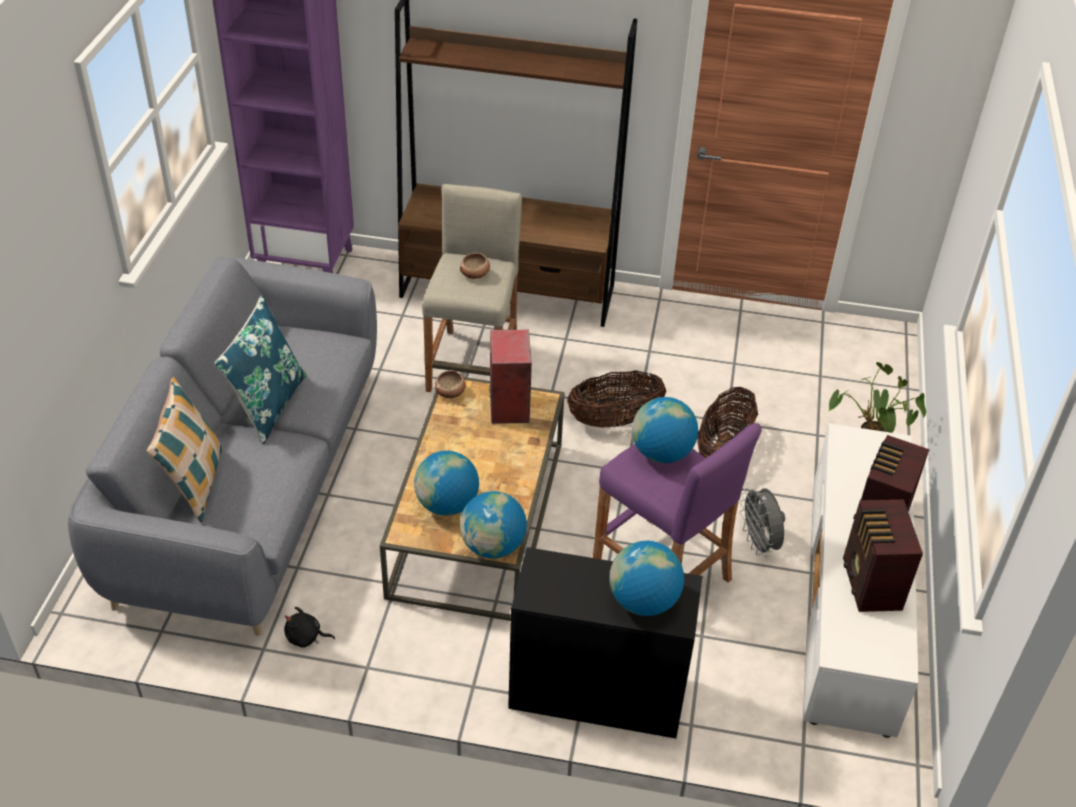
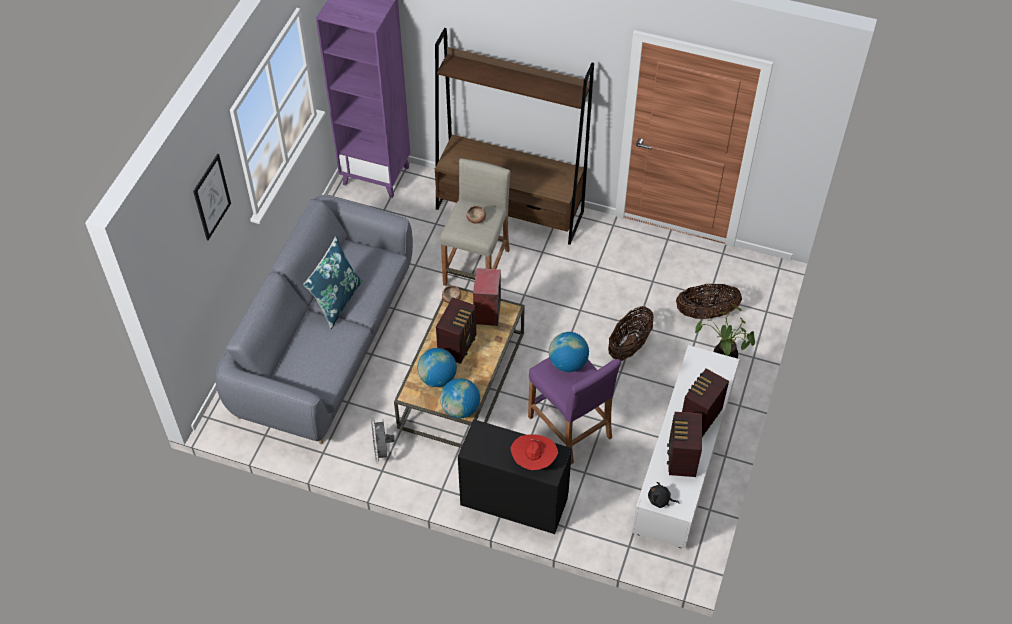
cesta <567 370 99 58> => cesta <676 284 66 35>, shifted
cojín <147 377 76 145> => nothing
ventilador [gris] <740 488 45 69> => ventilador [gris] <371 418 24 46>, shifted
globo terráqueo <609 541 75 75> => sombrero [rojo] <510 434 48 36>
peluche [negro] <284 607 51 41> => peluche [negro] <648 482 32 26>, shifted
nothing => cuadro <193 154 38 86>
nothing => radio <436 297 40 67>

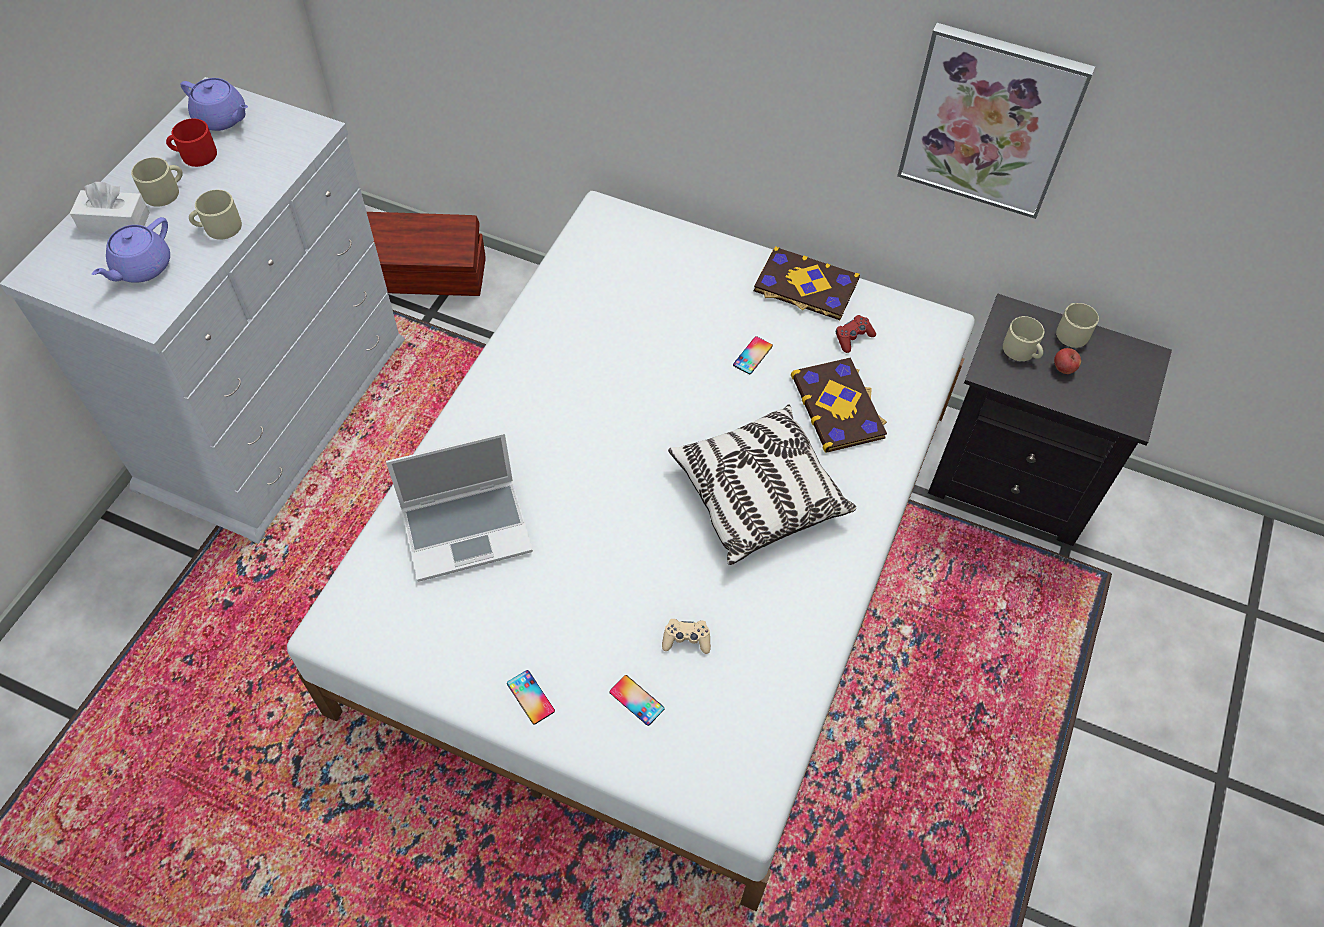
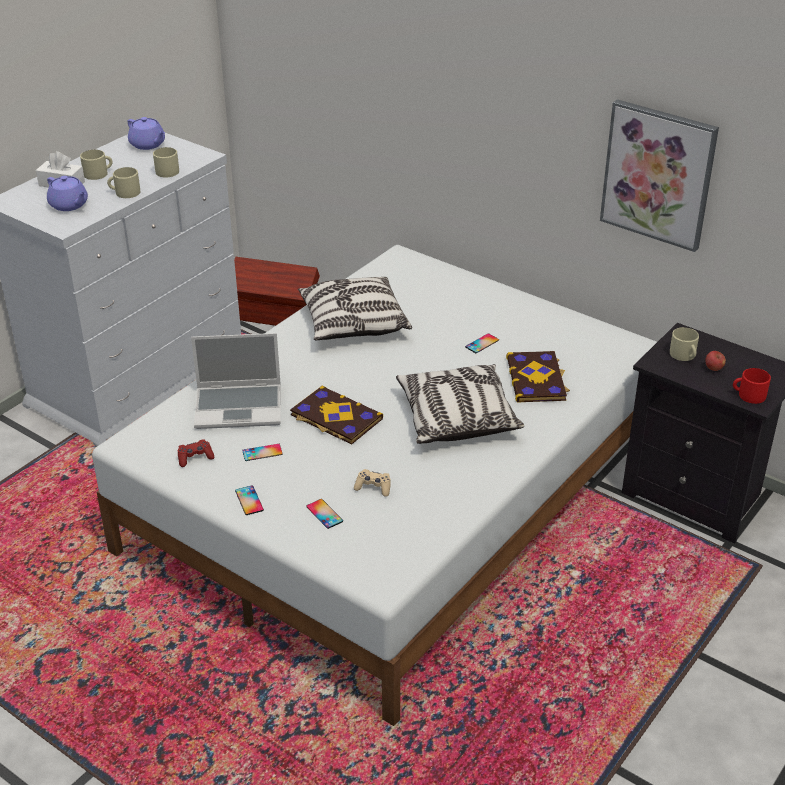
taza grande [rojo] <166 118 51 49> => taza grande [rojo] <733 368 38 36>, shifted
tetera [morado] <92 217 78 66> => tetera [morado] <47 176 41 35>, 90 degrees counterclockwise
libro <754 246 106 74> => libro <290 386 93 59>, shifted
taza grande [beis] <1056 303 43 45> => taza grande [beis] <153 147 26 30>, shifted
mando de consola [rojo] <836 315 40 38> => mando de consola [rojo] <178 439 36 28>, shifted
nothing => cojín <298 277 114 64>
nothing => móvil <242 444 41 17>

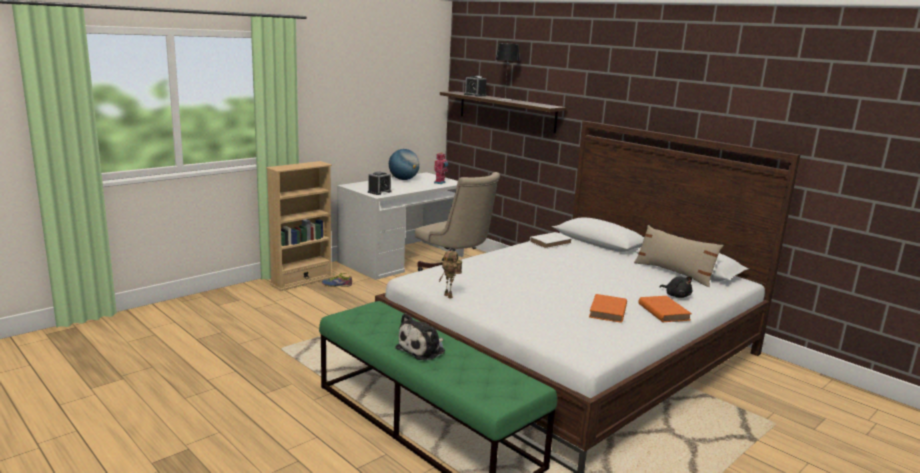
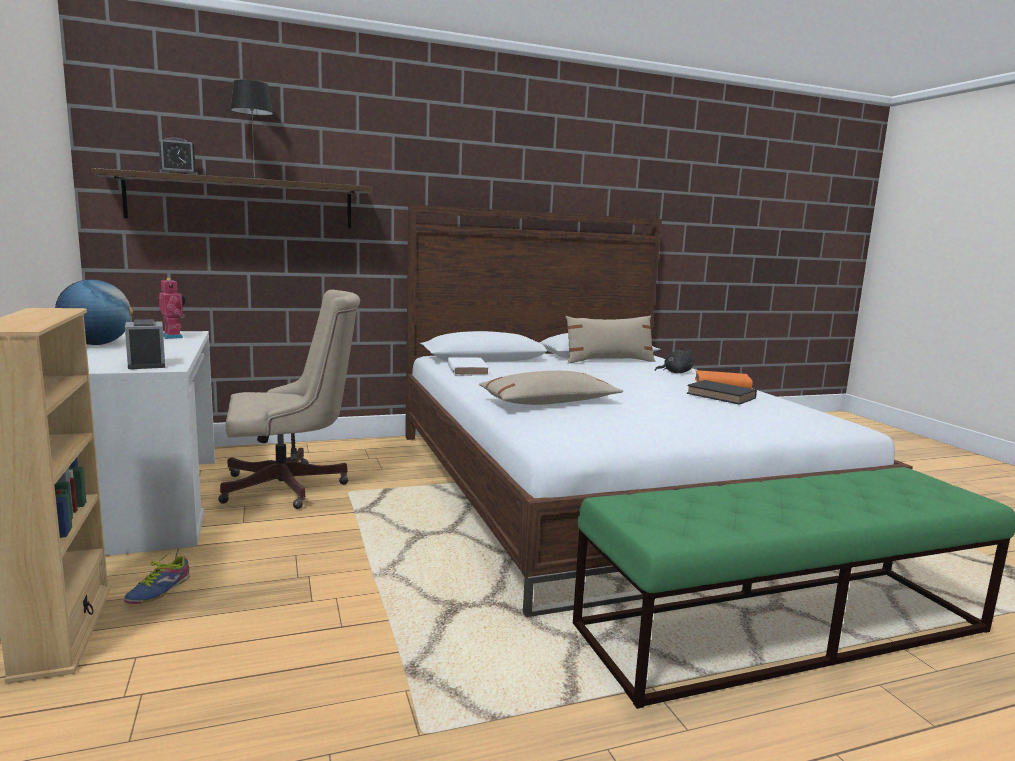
robot de juguete <439 251 23 47> => nothing
libro [naranja] <589 294 38 29> => libro [negro] <687 380 70 25>
peluche <395 313 50 47> => nothing
nothing => cojín [beis] <479 371 144 34>

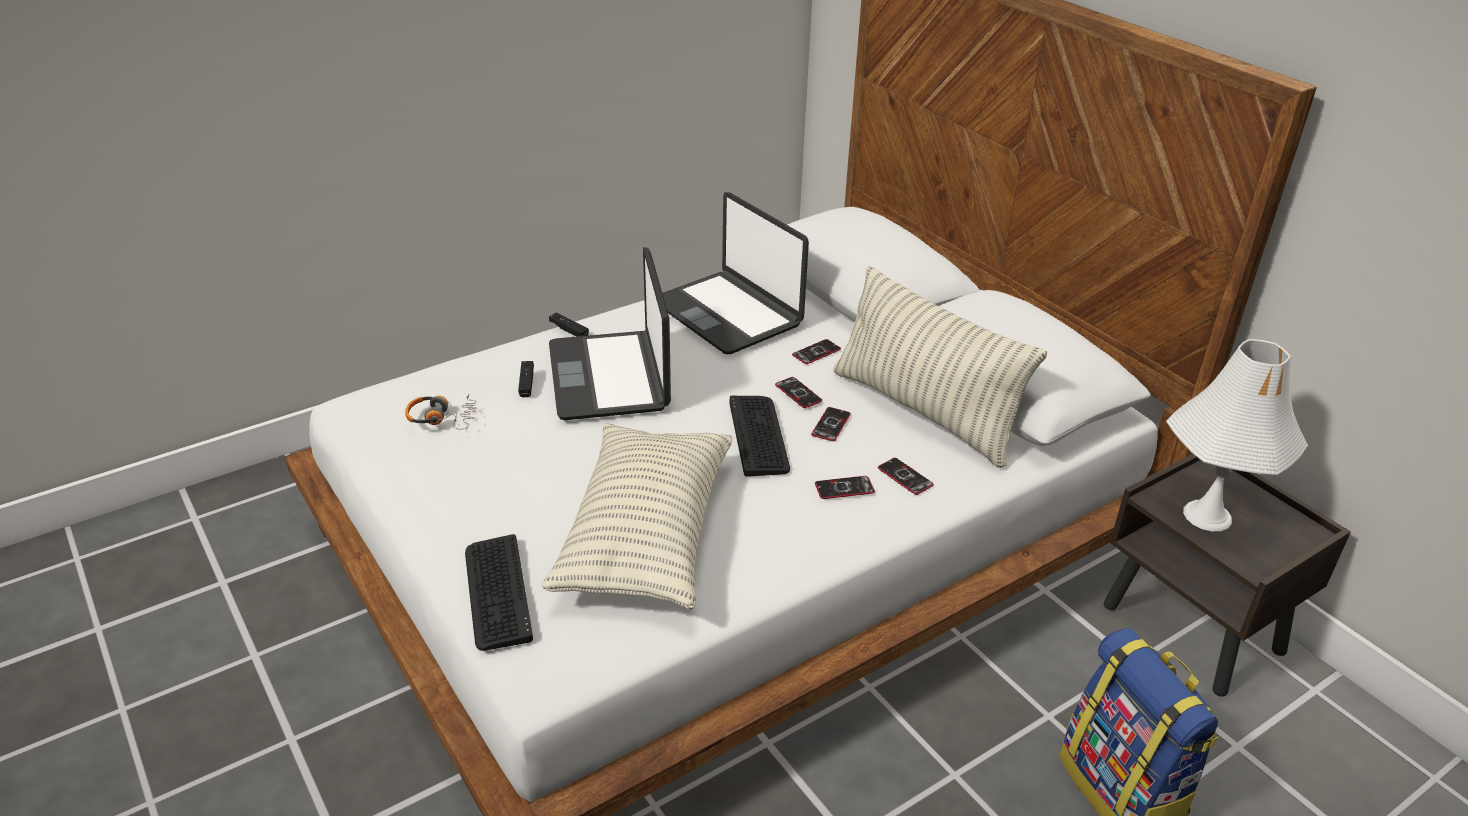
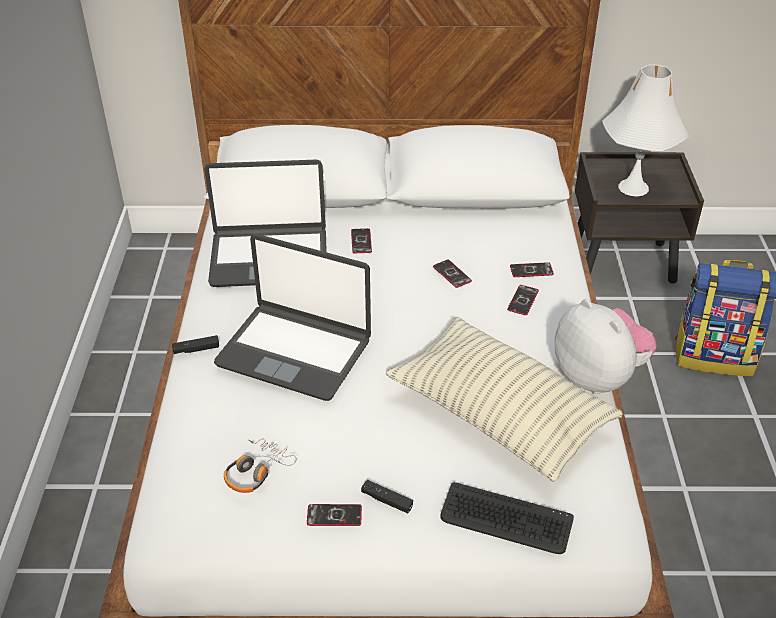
cojín <833 265 214 203> => nothing
mando de consola [negro] <518 361 16 36> => mando de consola [negro] <361 480 52 33>, shifted
móvil <775 377 47 31> => móvil <307 504 55 22>, shifted
teclado <729 396 61 81> => nothing
nothing => peluche <555 299 101 95>

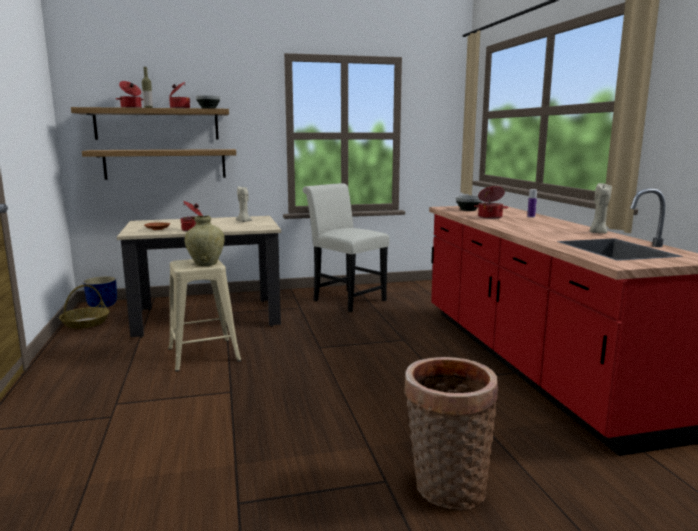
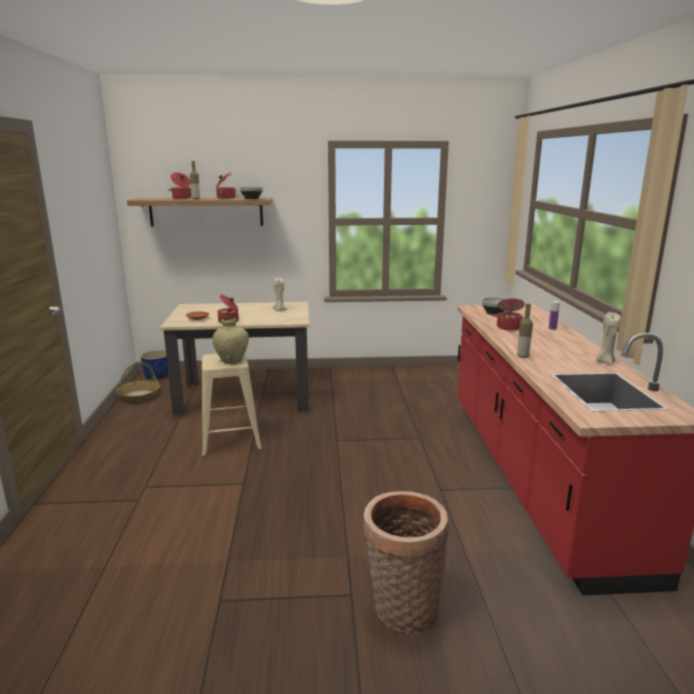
estante <82 149 154 31> => nothing
silla [blanco] <303 183 86 129> => nothing
nothing => botella <517 304 16 54>

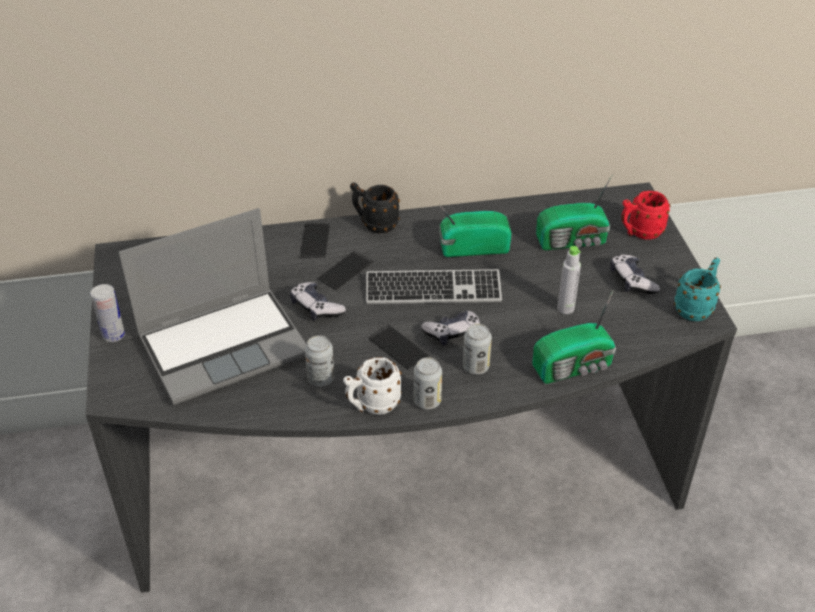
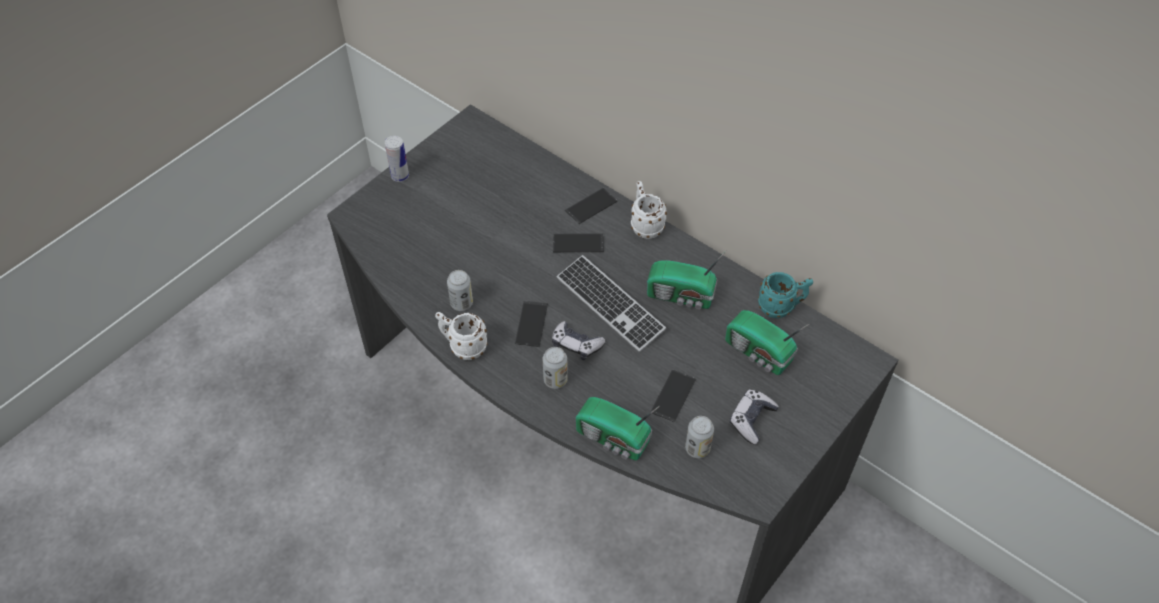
taza grande [negro] <350 183 50 51> => taza grande [blanco] <631 181 36 58>
taza grande [rojo] <621 191 50 49> => nothing
radio <439 204 73 53> => radio <647 251 79 58>, 150 degrees clockwise
portátil <119 208 187 197> => nothing
botella [gris] <557 246 24 68> => móvil <650 369 46 54>
taza grande [turquesa] <674 257 47 64> => taza grande [turquesa] <758 272 55 46>, shifted
mando de consola <290 282 56 39> => nothing
lata <414 357 28 52> => lata <685 416 29 42>, shifted

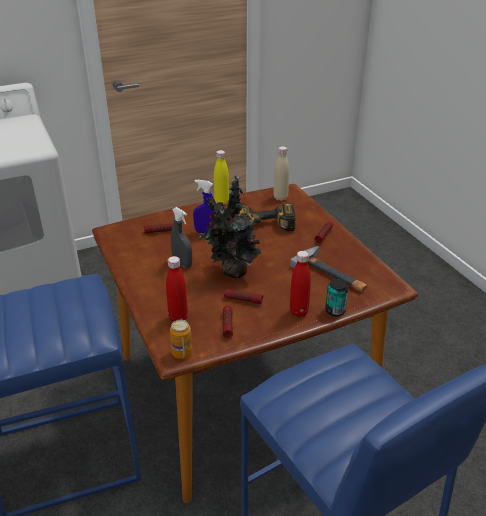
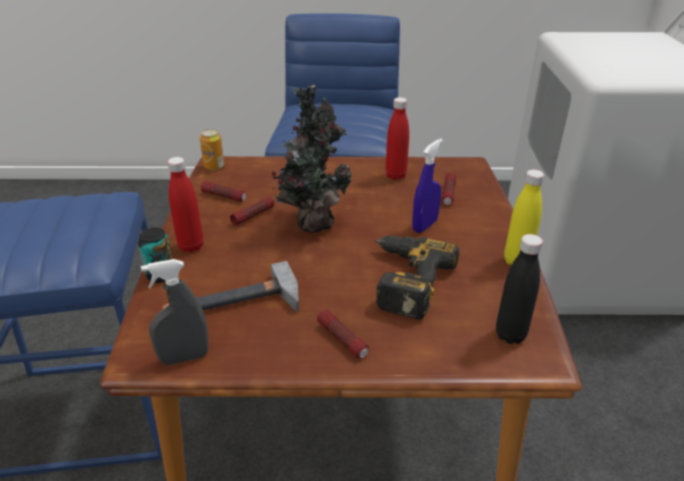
botella [beis] <274 146 15 55> => botella [negro] <496 234 47 110>
pulverizador [gris] <171 207 21 61> => pulverizador [gris] <141 259 67 106>, shifted
botella [rojo] <166 256 22 66> => botella [rojo] <385 97 24 83>, shifted

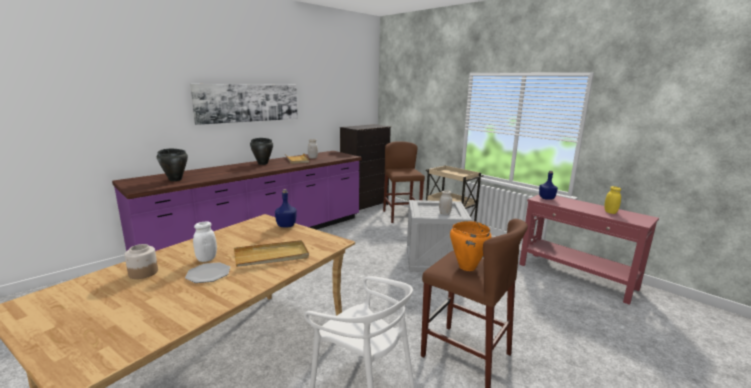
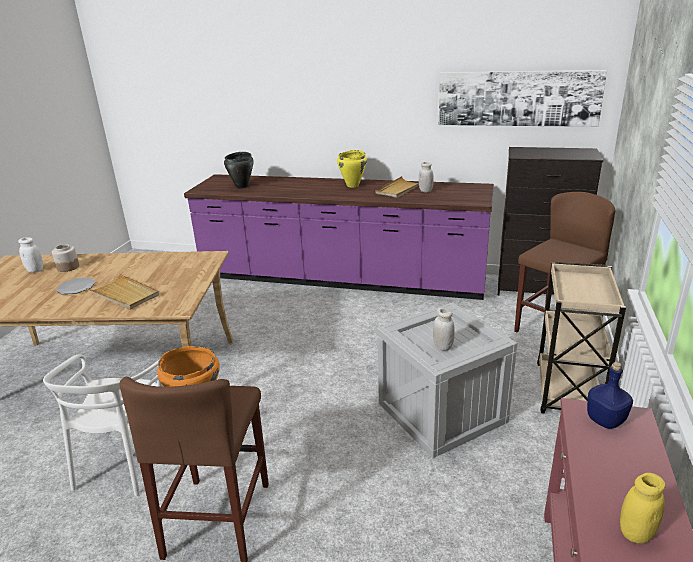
cuadro <190 84 108 41> => cuadro <439 70 168 57>, shifted
olla [negro] <250 138 23 27> => olla [amarillo] <337 150 30 37>
botella [azul] <275 189 22 38> => nothing
tarro [blanco] <193 222 24 40> => tarro [blanco] <18 237 25 36>, shifted

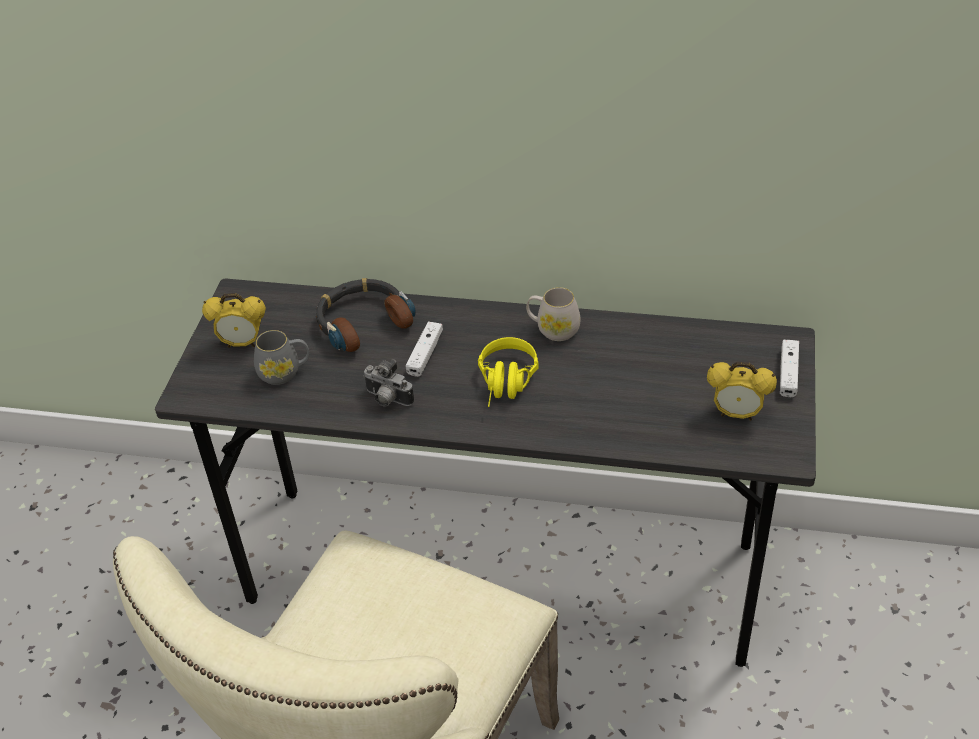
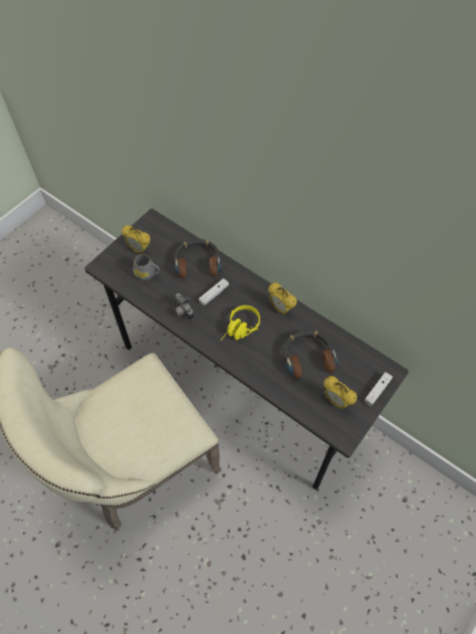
taza grande [blanco] <526 287 55 54> => despertador <268 283 29 32>
nothing => auriculares <283 330 55 49>

